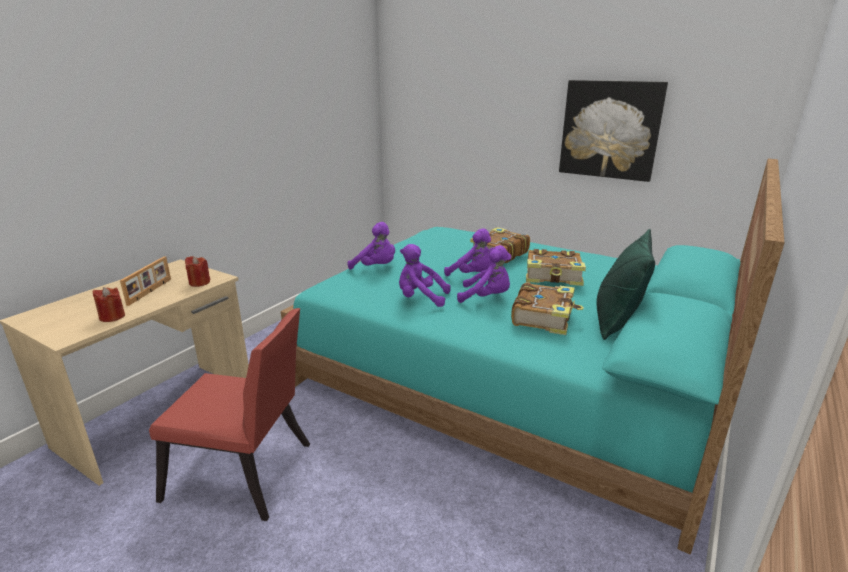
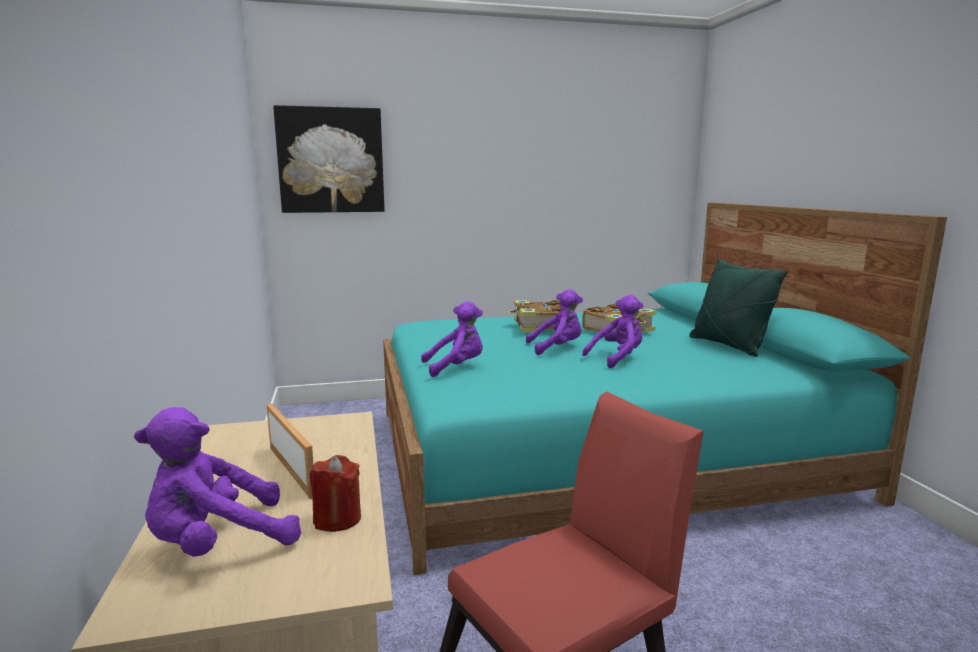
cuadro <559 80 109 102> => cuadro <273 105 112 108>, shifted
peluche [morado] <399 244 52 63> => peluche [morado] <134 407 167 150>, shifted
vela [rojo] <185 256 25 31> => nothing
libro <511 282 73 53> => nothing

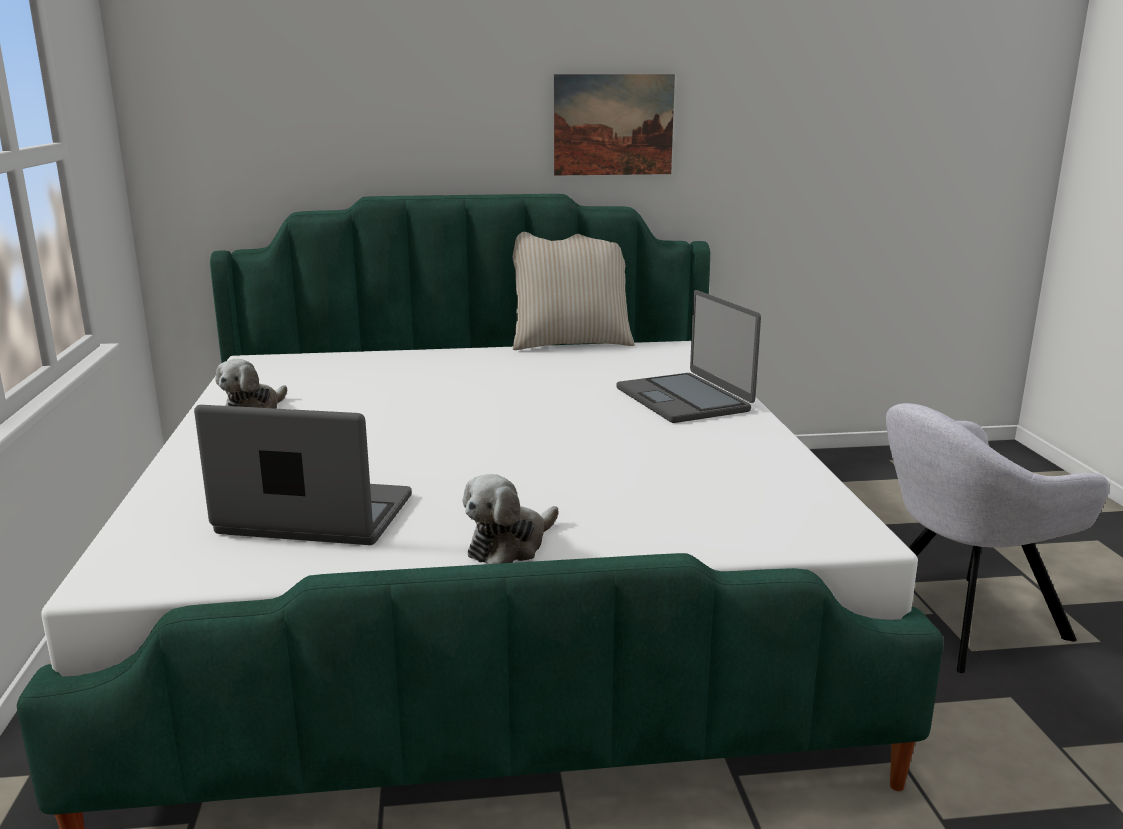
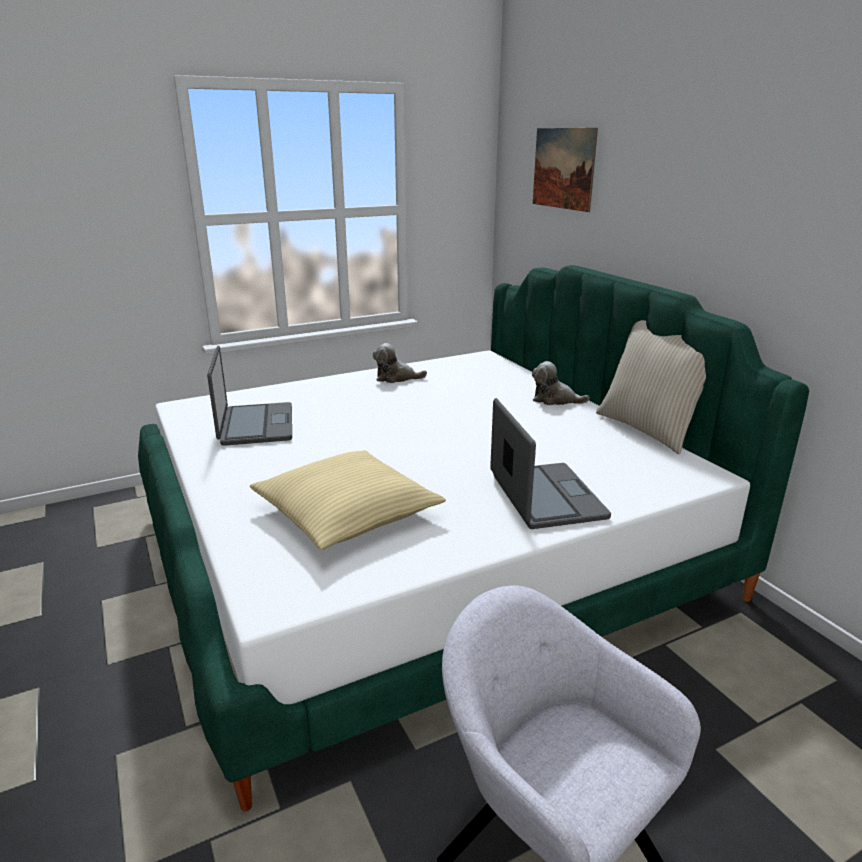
cuadro <554 74 121 102> => cuadro <533 128 65 84>, shifted
portátil <617 290 144 133> => portátil <490 398 121 131>, 120 degrees clockwise
peluche <463 474 96 90> => peluche <532 361 58 44>, shifted
nothing => cojín [beis] <250 450 196 100>

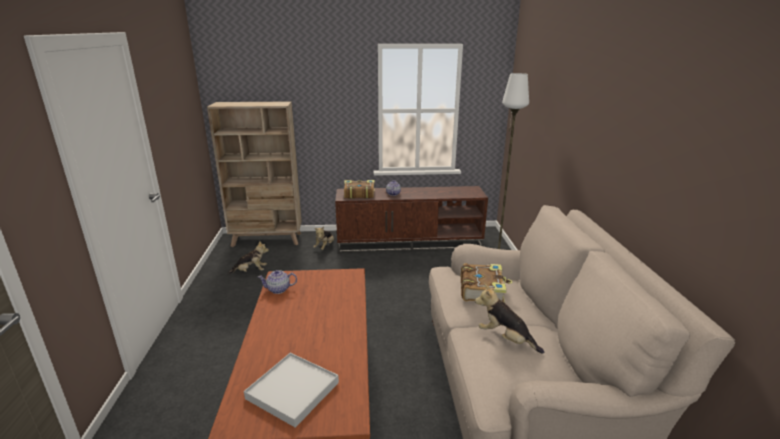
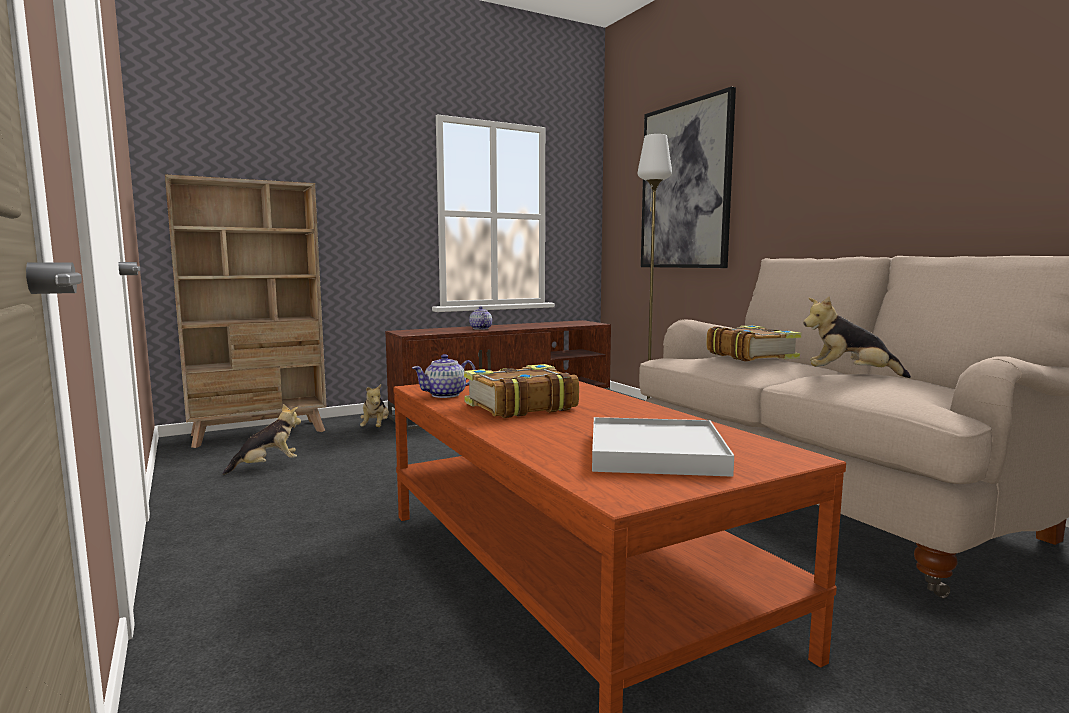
libro <344 180 31 19> => libro <464 364 115 54>, shifted
nothing => cuadro <641 87 95 181>

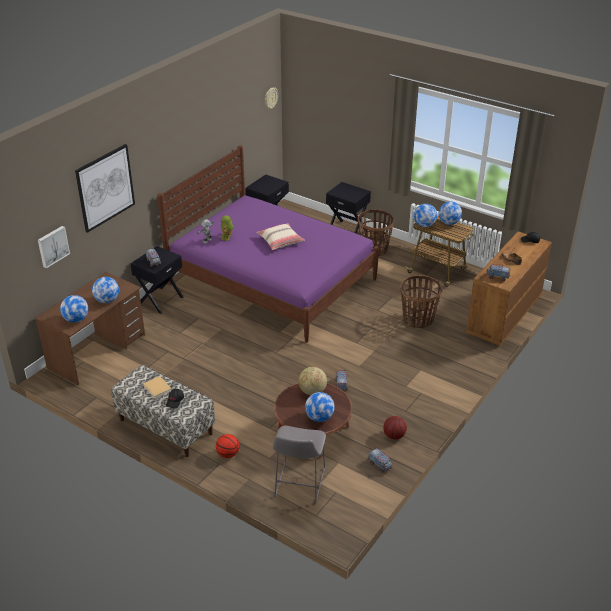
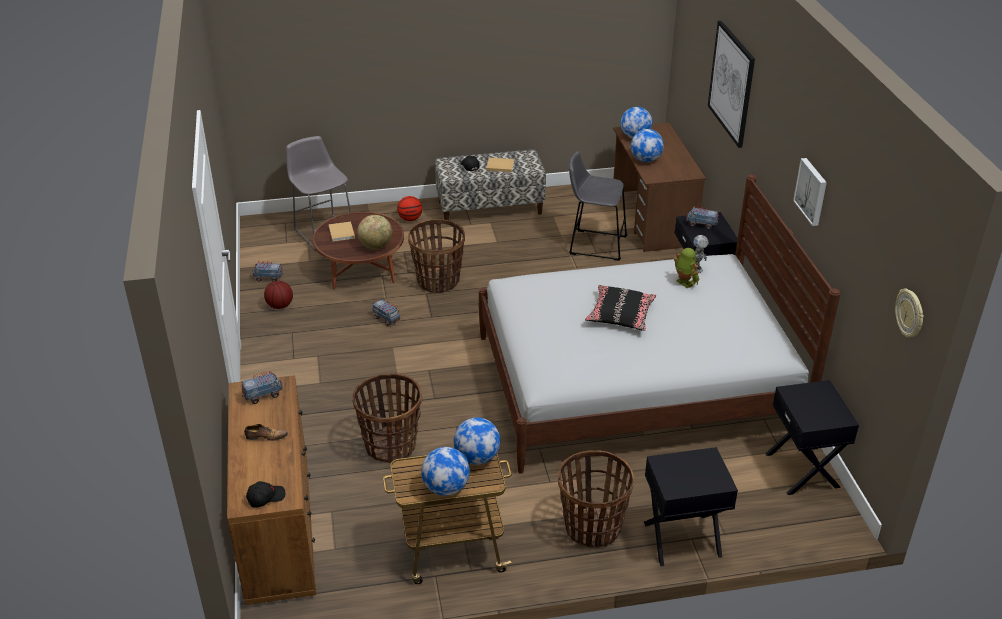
cama [morado] <157 145 222 198> => cama [blanco] <479 174 361 300>
cojín [beis] <256 223 49 27> => cojín [negro] <585 285 71 46>
cuadro <38 226 32 42> => cuadro <793 158 34 68>, shifted
globo terráqueo <305 392 30 30> => libro [beis] <328 222 27 20>
nothing => taburete [gris] <569 151 58 110>
nothing => cesta <408 219 57 75>

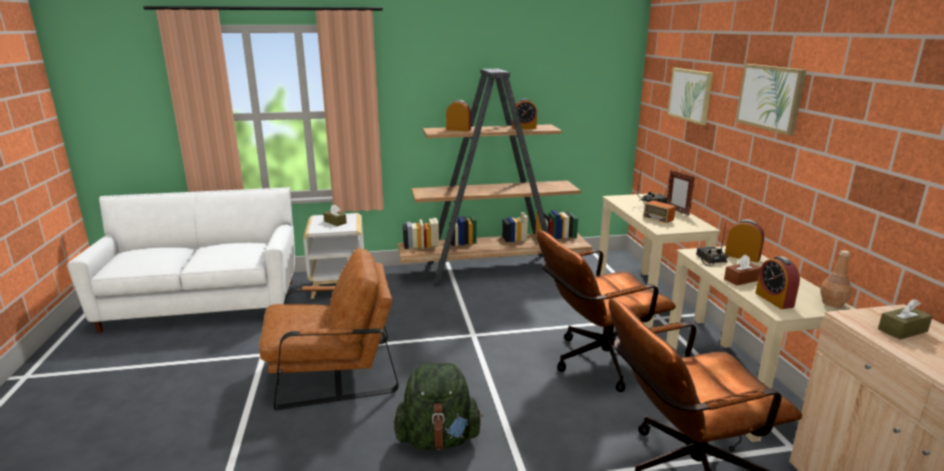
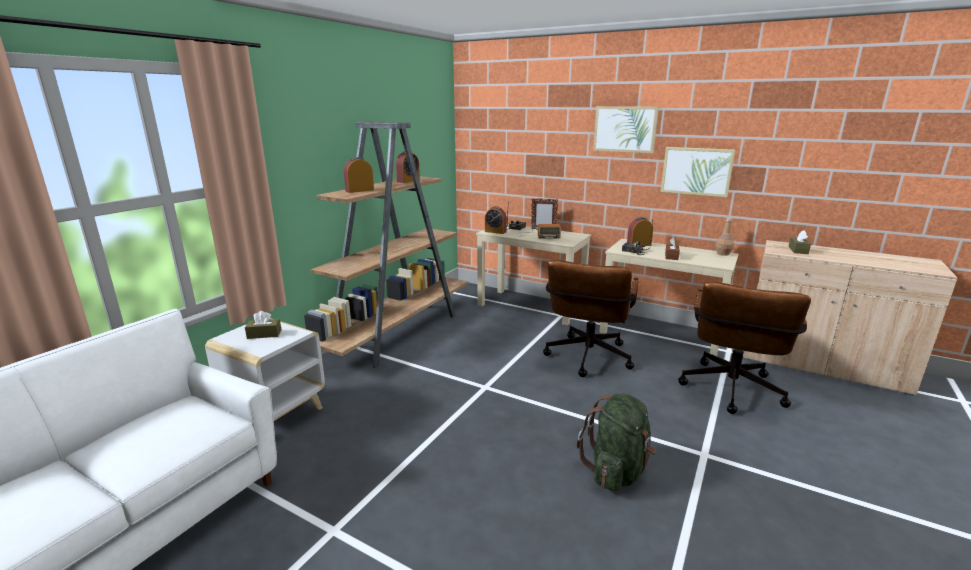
cuadro <667 68 46 57> => cuadro <661 147 74 50>, shifted
sillón [marrón] <259 248 140 162> => nothing
despertador <755 256 45 53> => despertador <485 206 22 28>, shifted

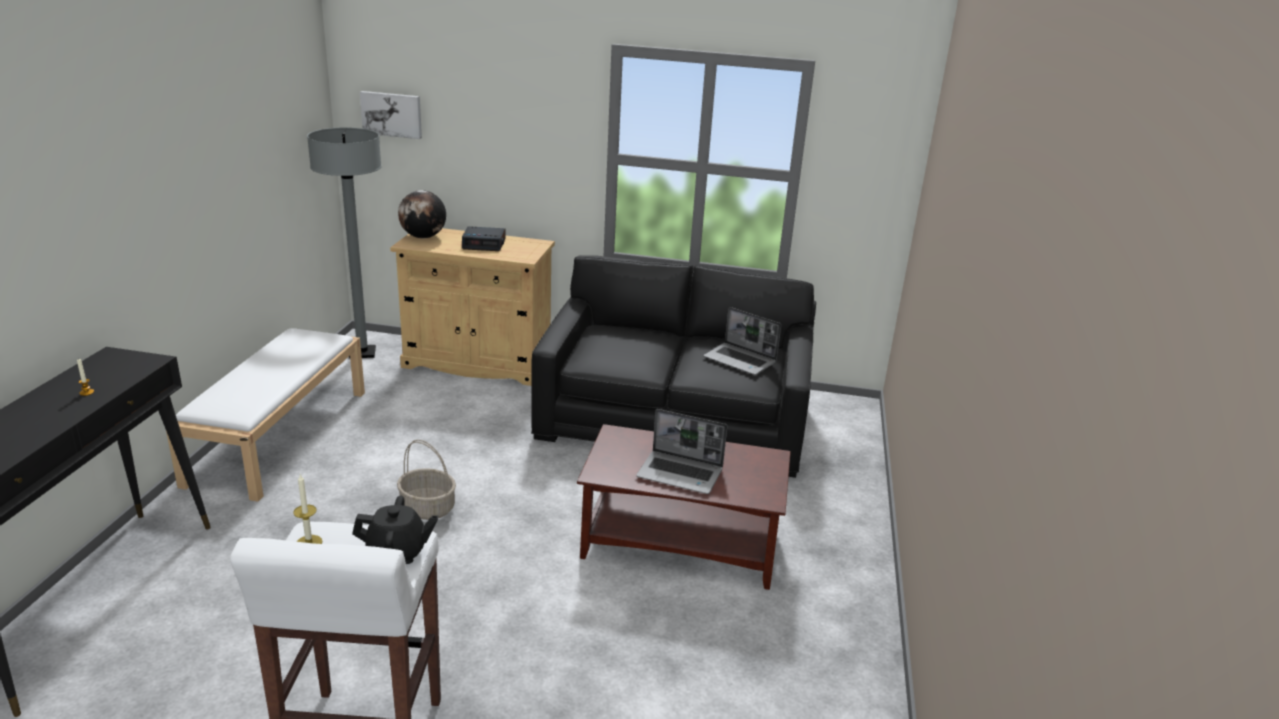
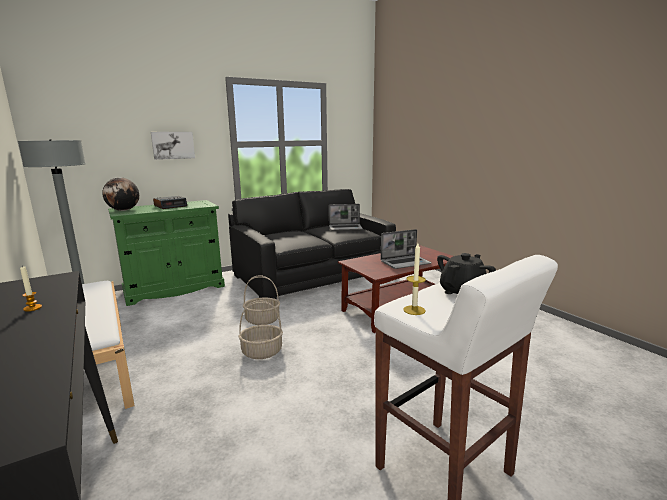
cuadro <360 91 62 48> => cuadro <151 132 44 28>, shifted
armario [beis] <390 228 165 158> => armario [verde] <108 200 117 106>
nothing => cesta <243 275 37 50>

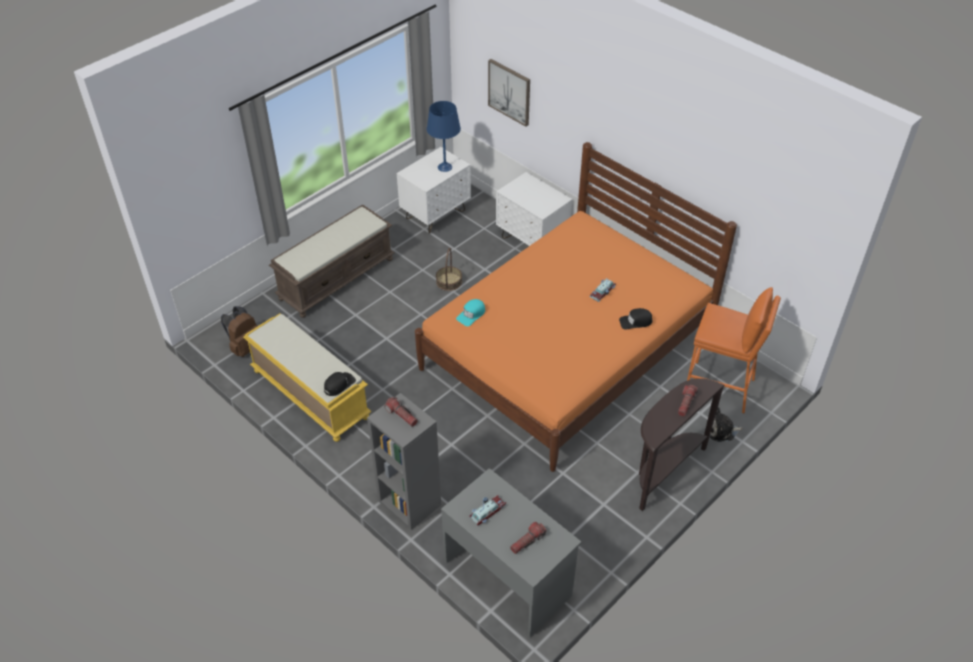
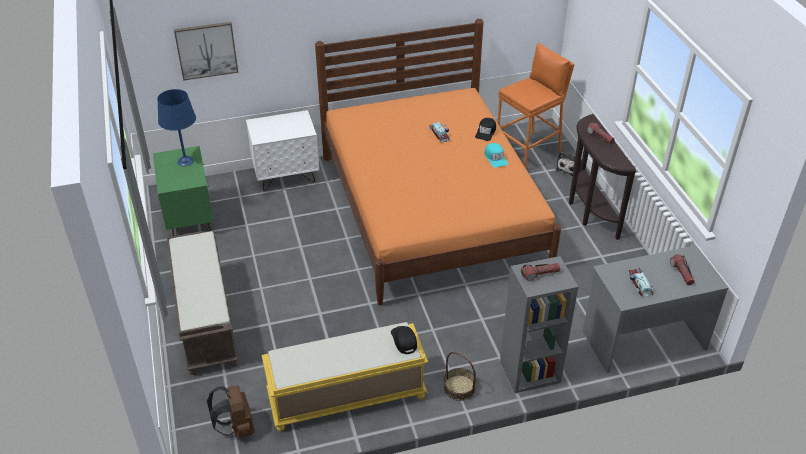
mesita de noche [blanco] <397 147 74 87> => mesita de noche [verde] <153 146 61 90>
cesta <436 248 26 43> => cesta <443 352 33 49>, shifted
gorra [turquesa] <456 299 29 27> => gorra [turquesa] <484 143 24 25>, shifted

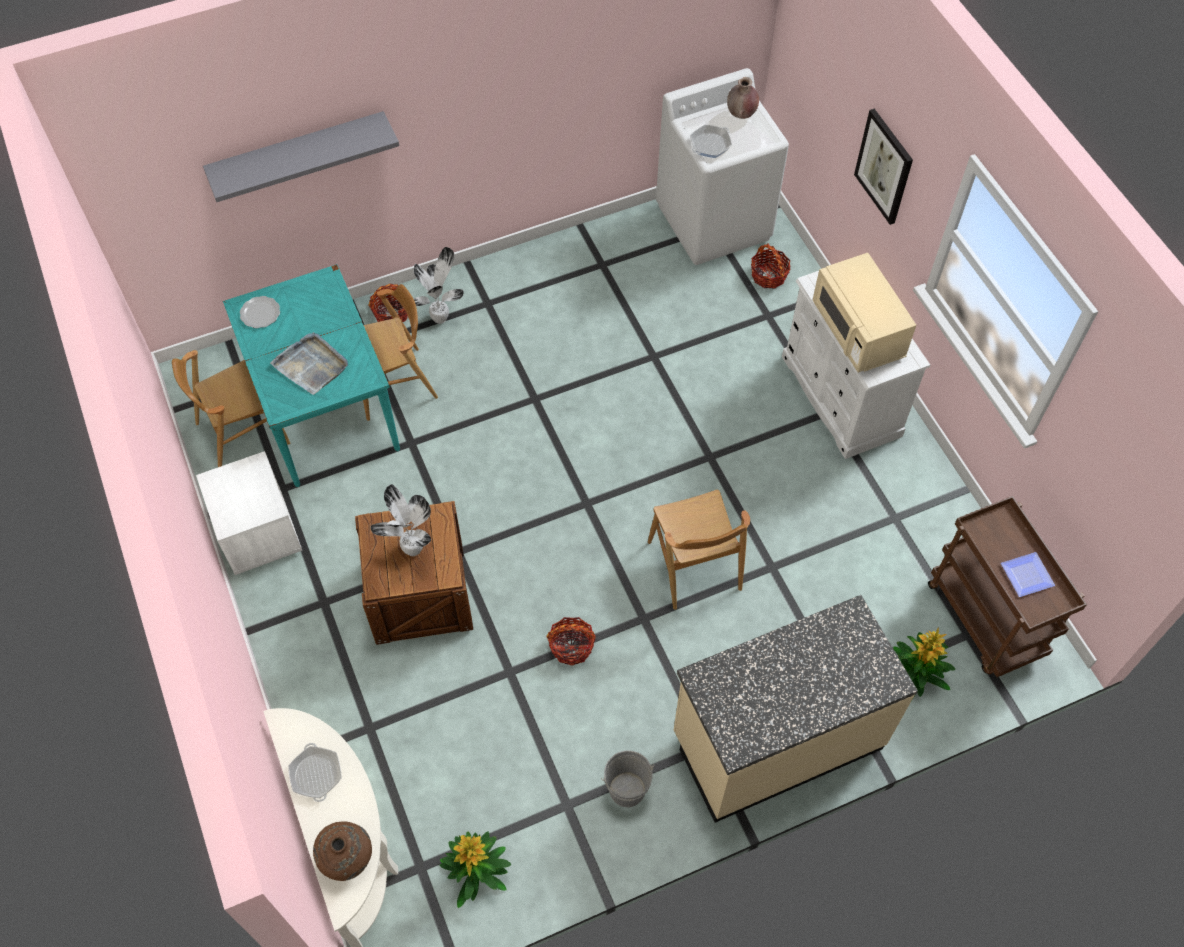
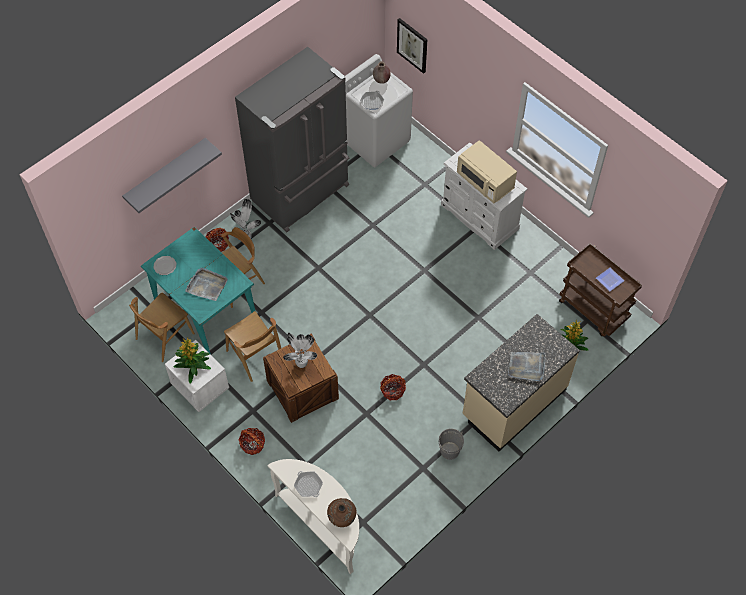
cuadro <854 109 59 116> => cuadro <397 18 30 56>, shifted
cesta <751 244 39 45> => cesta <238 428 27 27>, shifted
silla [marrón] <648 490 102 120> => silla [marrón] <224 311 57 71>, shifted
planta en maceta <439 831 72 77> => planta en maceta <173 338 38 46>, shifted
nothing => nevera [gris] <235 47 115 185>
nothing => bandeja [gris] <508 352 38 29>

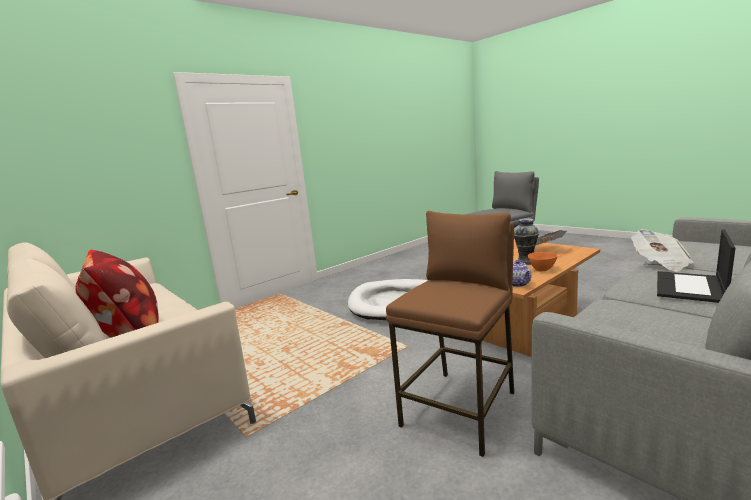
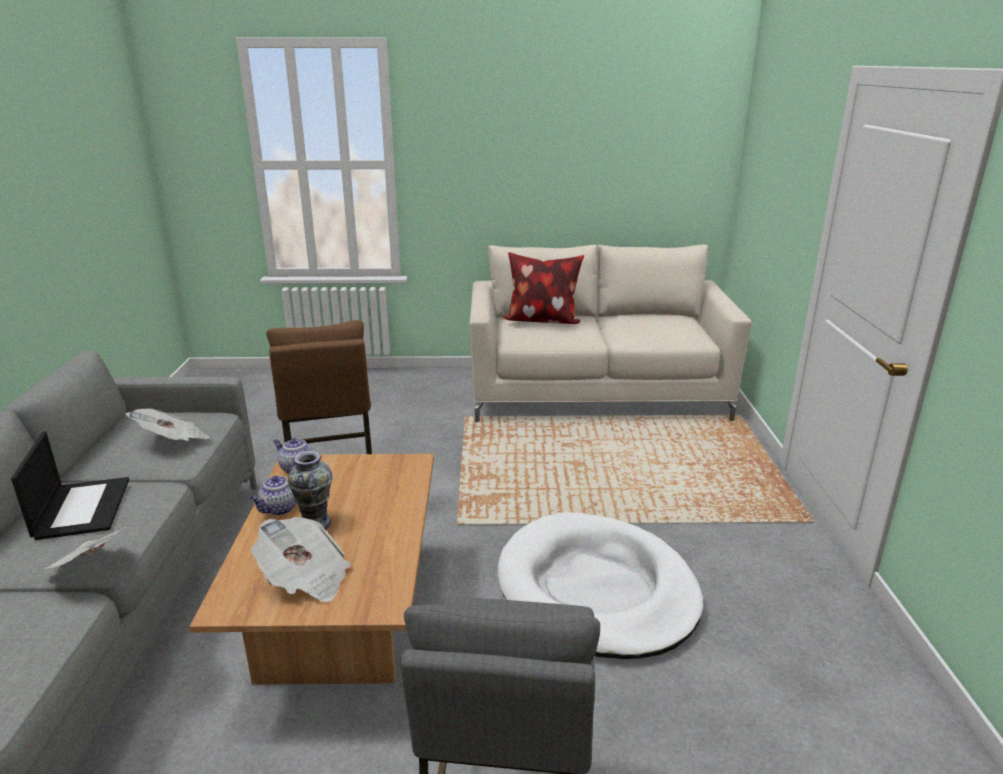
cuenco [naranja] <528 252 29 19> => tetera <250 476 46 39>
nothing => periódico <126 409 85 32>

